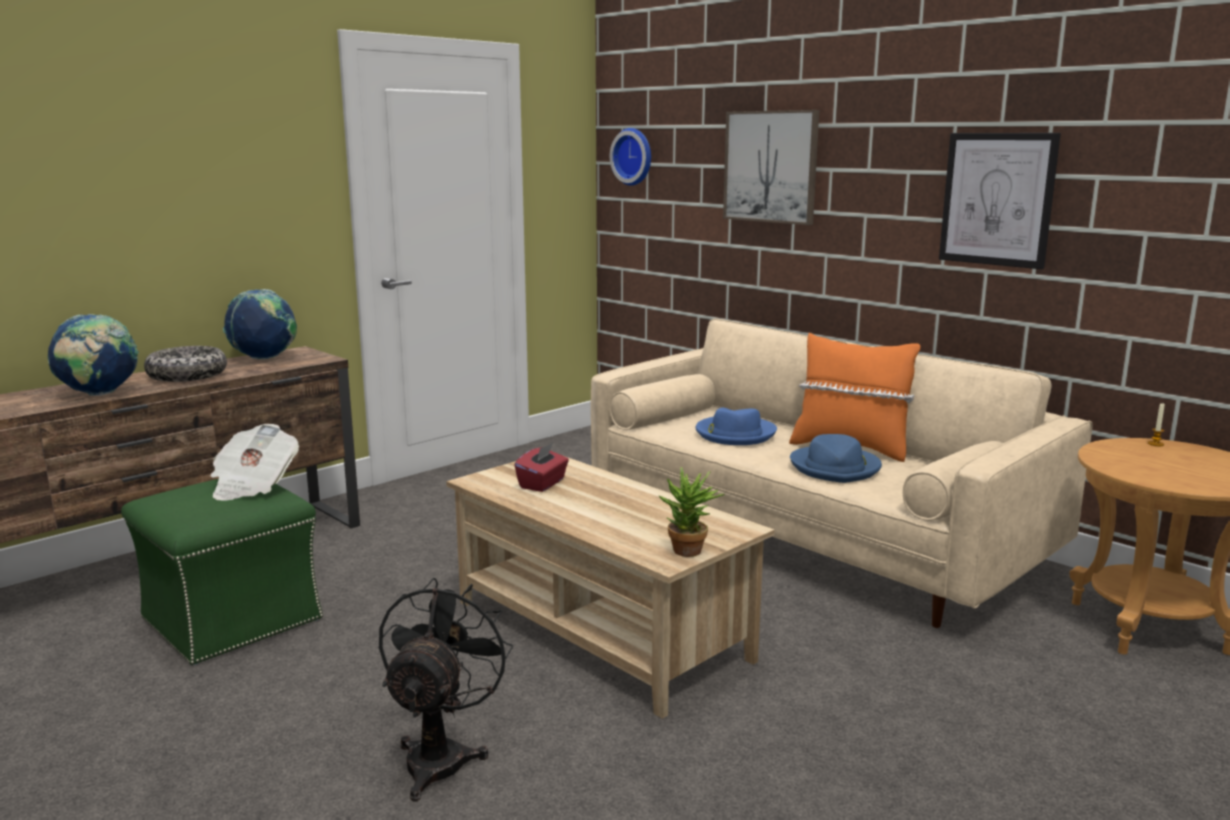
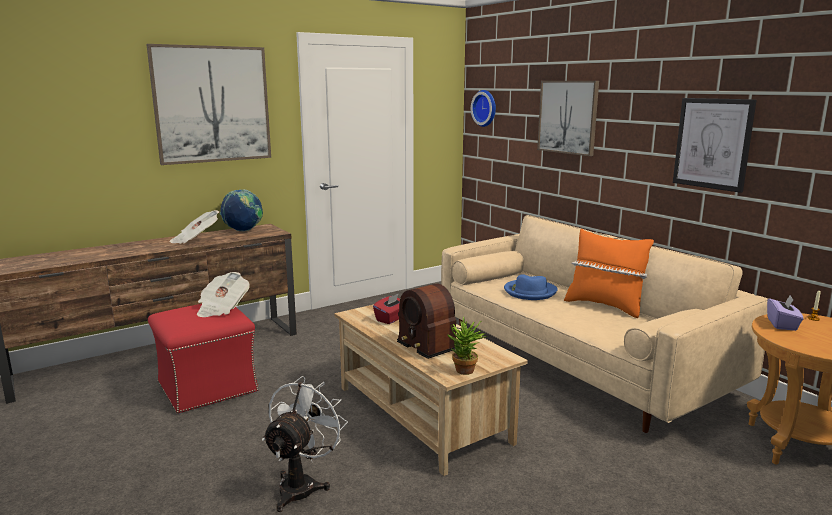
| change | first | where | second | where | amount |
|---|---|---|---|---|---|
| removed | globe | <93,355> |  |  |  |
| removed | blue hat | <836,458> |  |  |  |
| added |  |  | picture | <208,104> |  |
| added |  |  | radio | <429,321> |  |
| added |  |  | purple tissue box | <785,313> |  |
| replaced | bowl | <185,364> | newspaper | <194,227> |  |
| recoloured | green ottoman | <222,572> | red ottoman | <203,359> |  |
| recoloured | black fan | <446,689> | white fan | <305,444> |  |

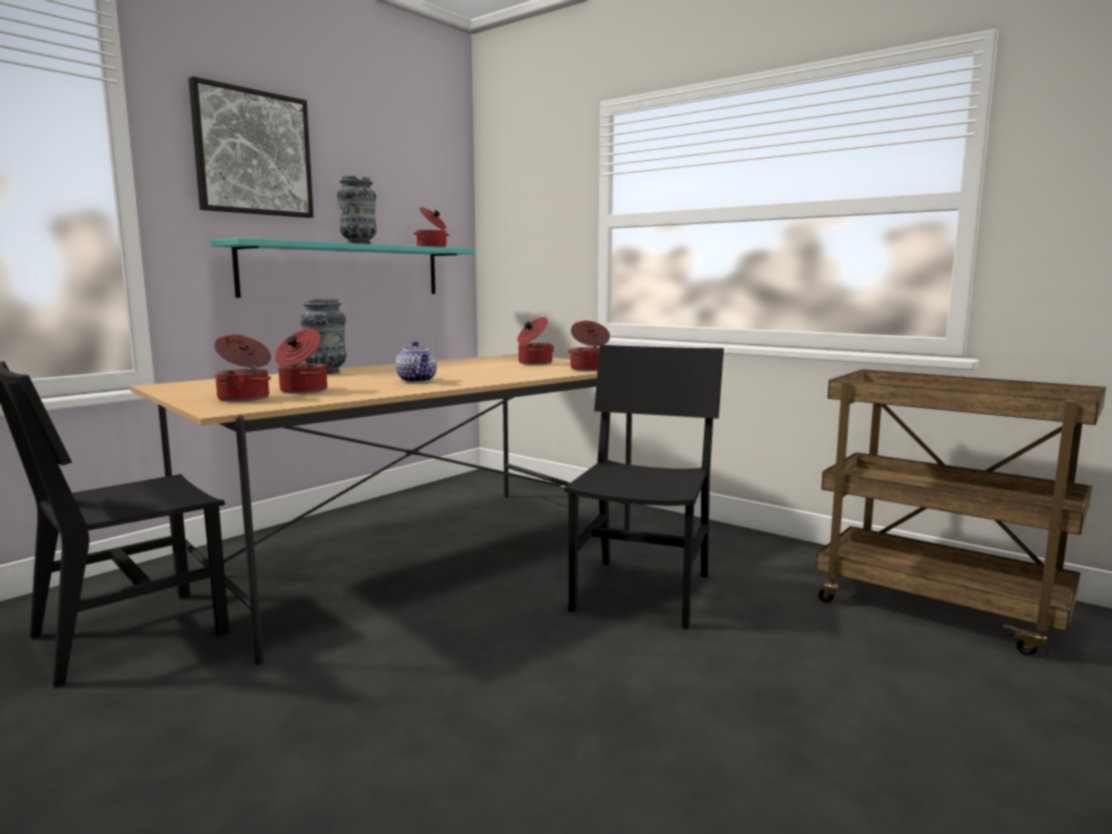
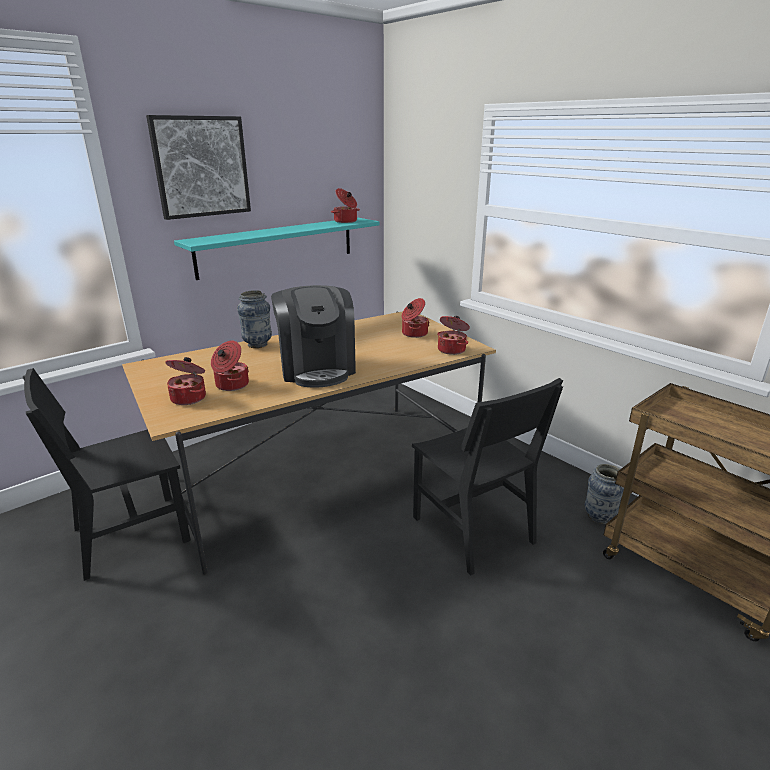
| change | first | where | second | where | amount |
|---|---|---|---|---|---|
| moved | vase | <357,210> |  | <604,494> |  |
| replaced | teapot | <416,362> | coffee machine | <313,336> |  |
| turned | black chair | <644,487> |  | <487,477> | 120 degrees clockwise |

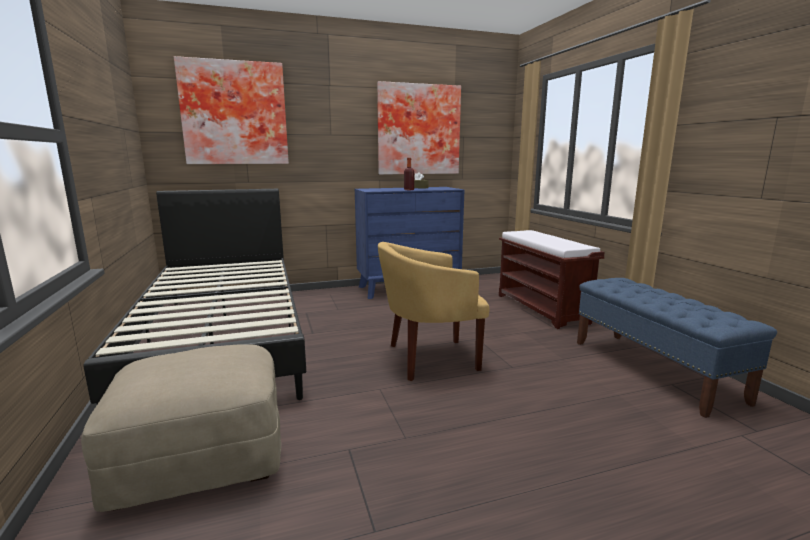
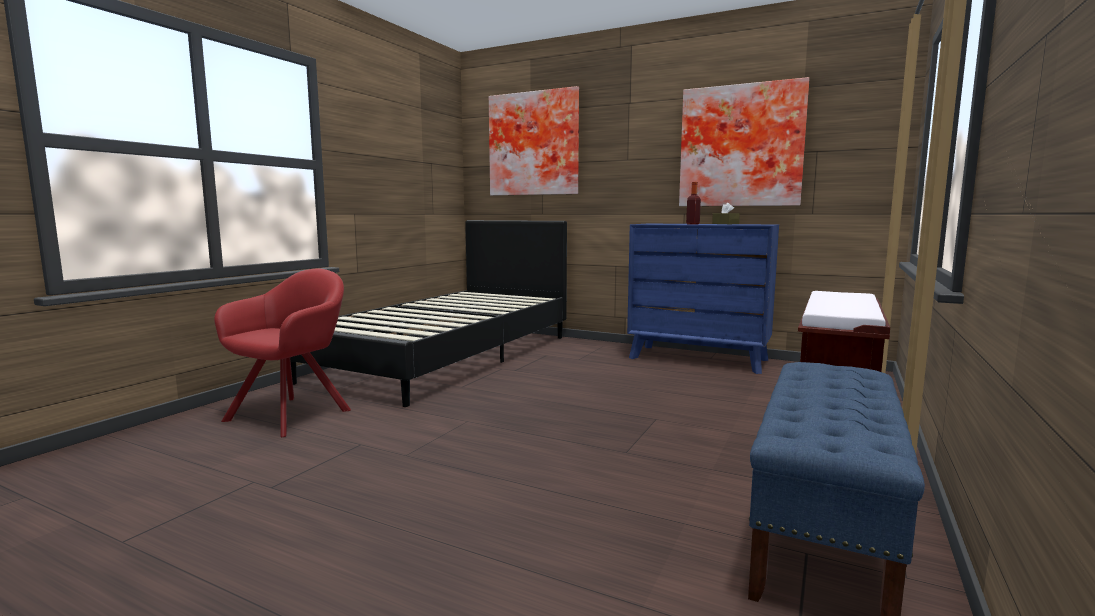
| change | first | where | second | where | amount |
|---|---|---|---|---|---|
| removed | yellow armchair | <434,311> |  |  |  |
| replaced | beige ottoman | <181,428> | red armchair | <282,353> |  |

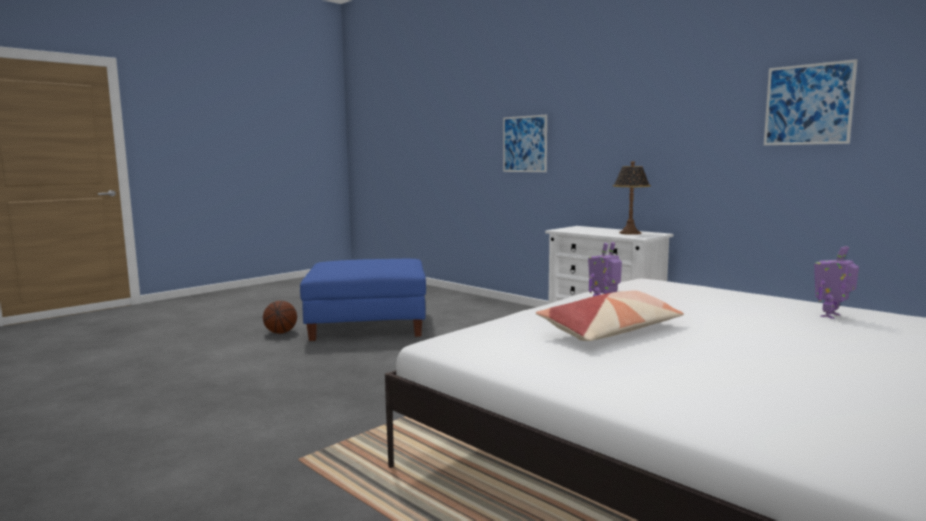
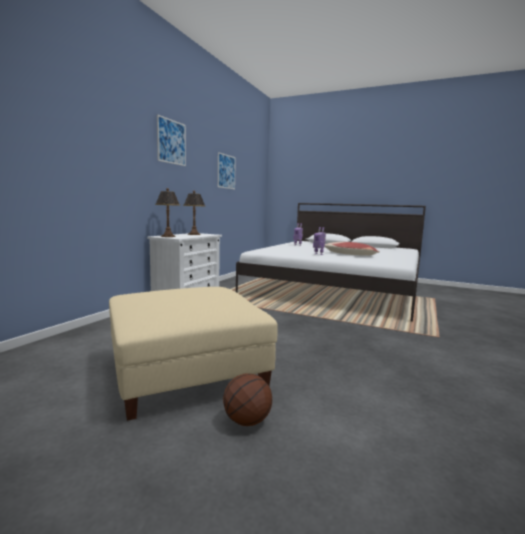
| change | first | where | second | where | amount |
|---|---|---|---|---|---|
| added |  |  | table lamp | <167,212> |  |
| moved | picture | <525,143> |  | <171,140> |  |
| recoloured | blue ottoman | <363,300> | beige ottoman | <193,354> |  |

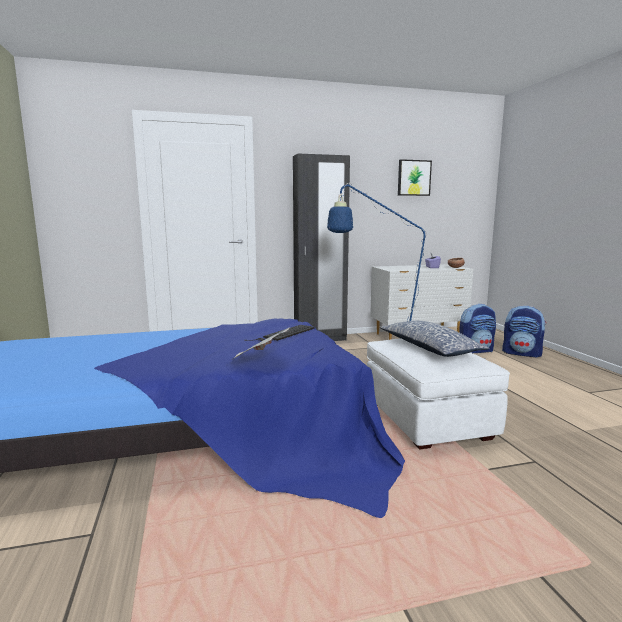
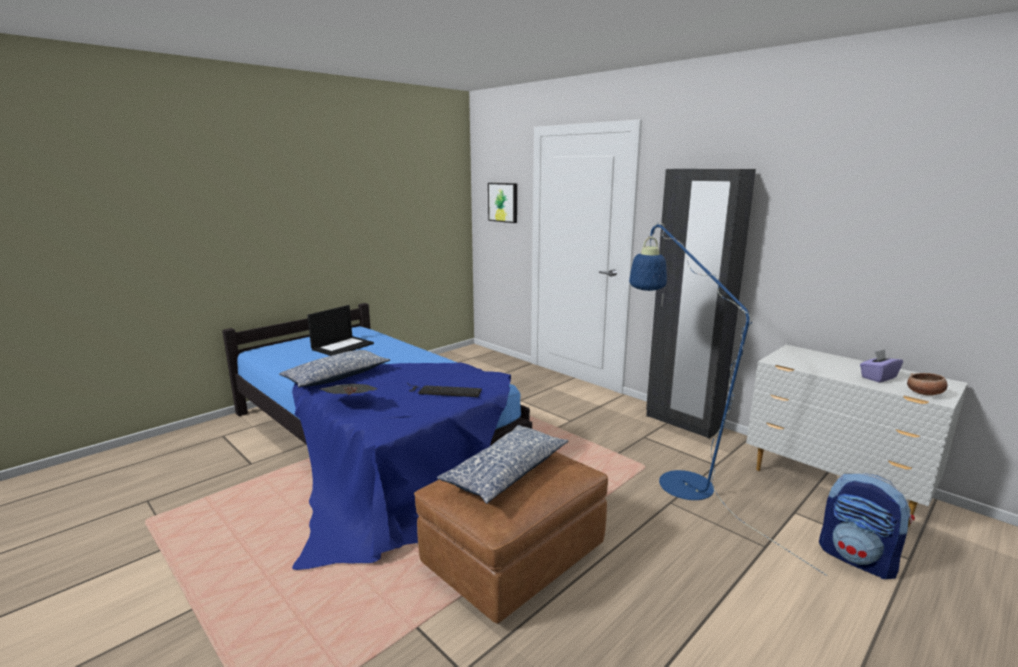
| change | first | where | second | where | amount |
|---|---|---|---|---|---|
| removed | backpack | <524,331> |  |  |  |
| added |  |  | pillow | <334,369> |  |
| added |  |  | laptop | <340,330> |  |
| moved | picture | <415,177> |  | <502,203> |  |
| recoloured | white ottoman | <438,394> | brown ottoman | <511,537> |  |

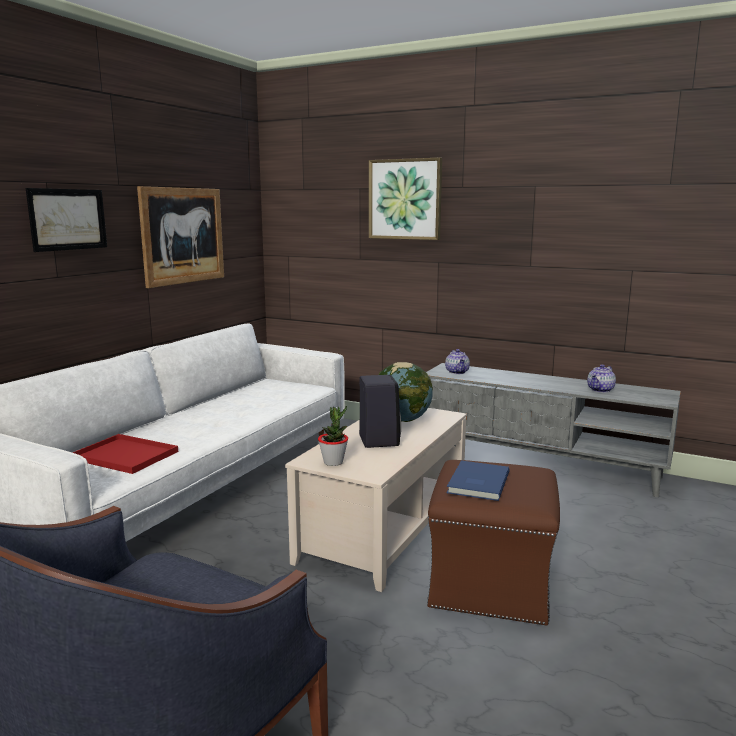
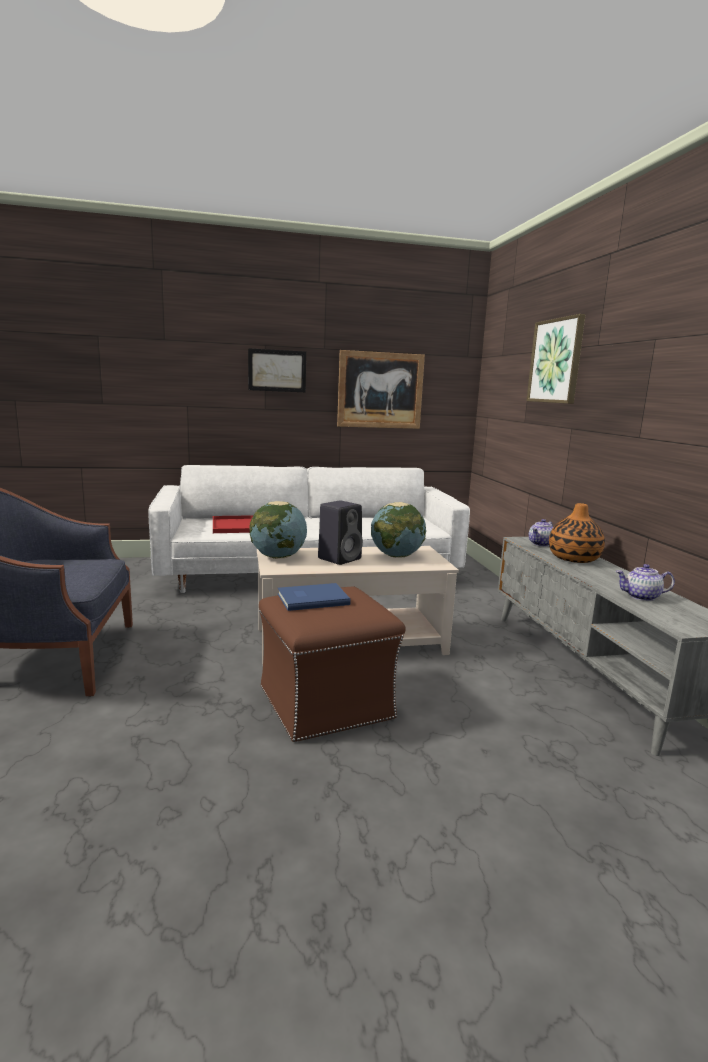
| change | first | where | second | where | amount |
|---|---|---|---|---|---|
| added |  |  | vase | <577,533> |  |
| replaced | potted plant | <333,436> | globe | <278,530> |  |

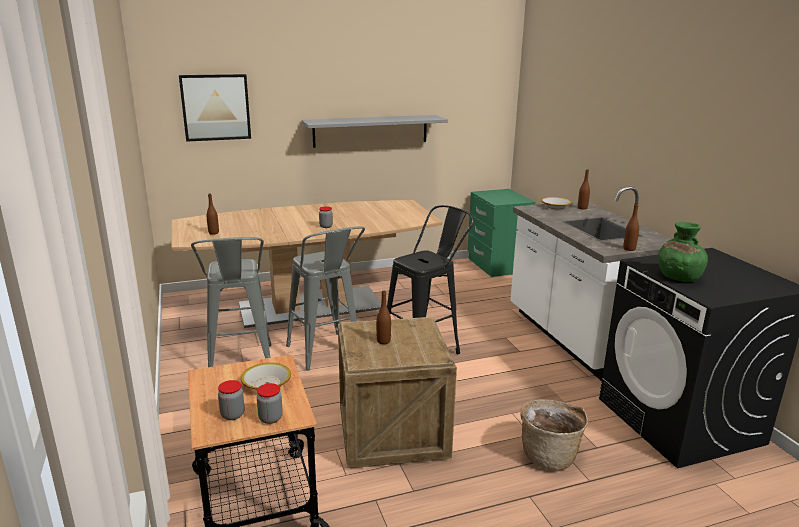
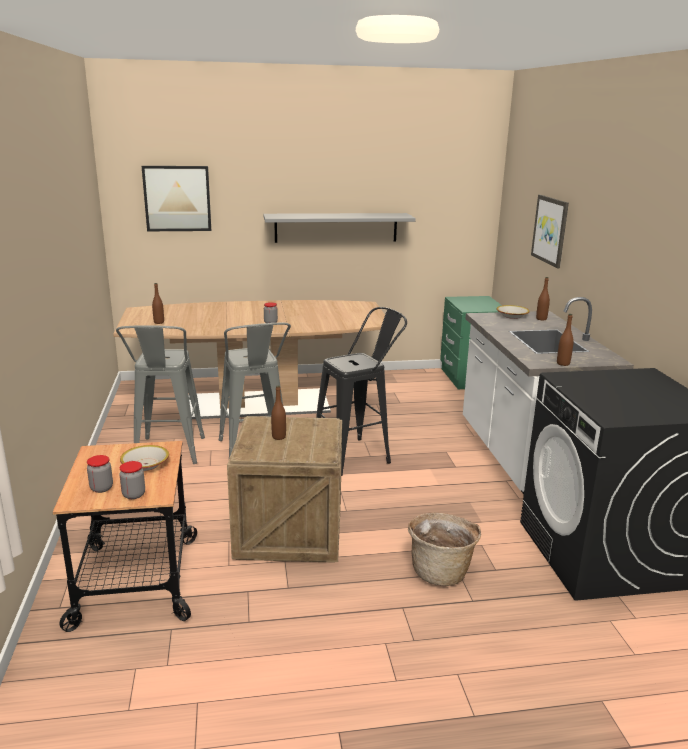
| change | first | where | second | where | amount |
|---|---|---|---|---|---|
| removed | green vase | <683,252> |  |  |  |
| added |  |  | picture | <550,231> |  |

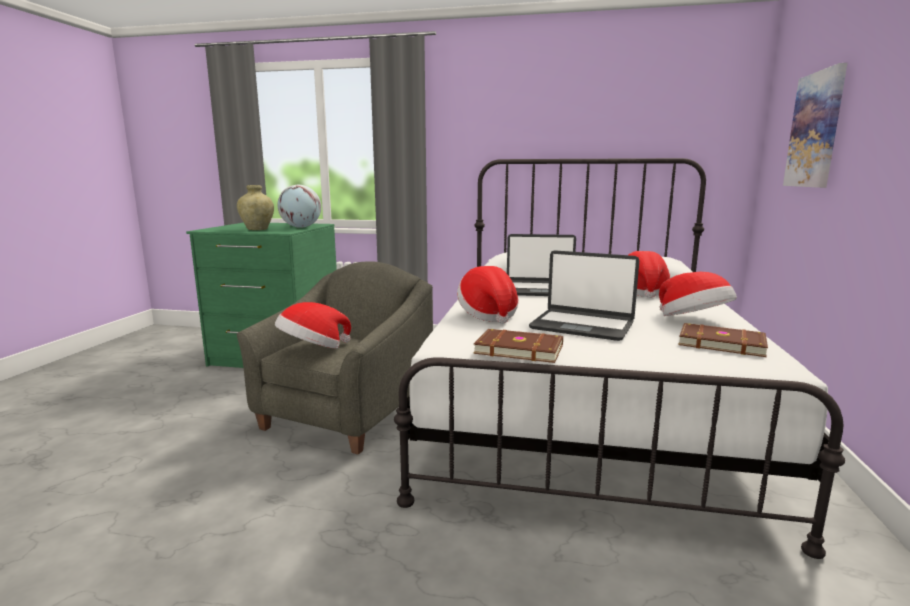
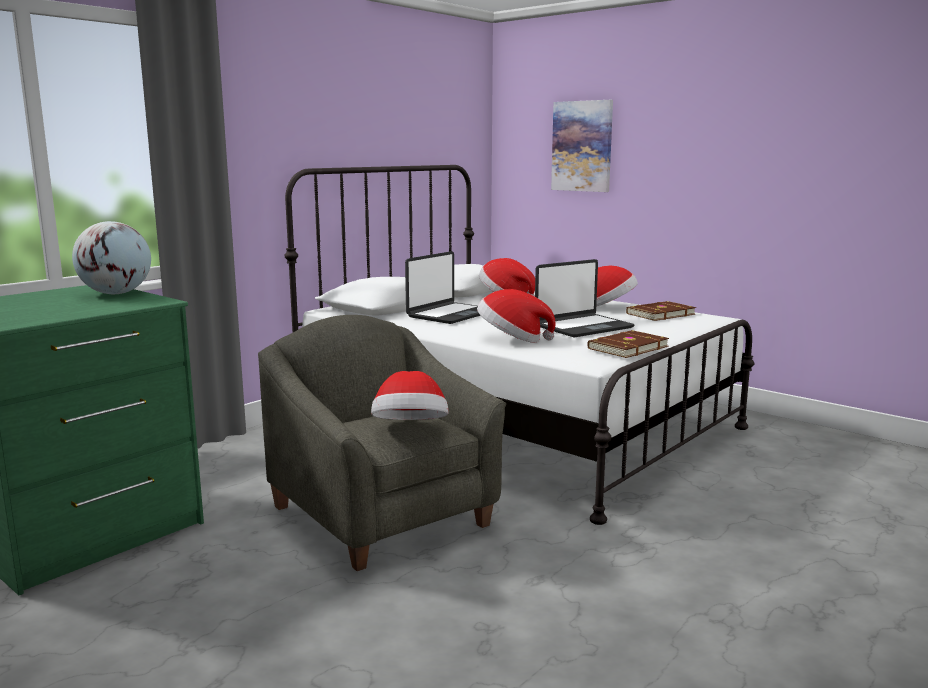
| change | first | where | second | where | amount |
|---|---|---|---|---|---|
| removed | beige vase | <255,207> |  |  |  |

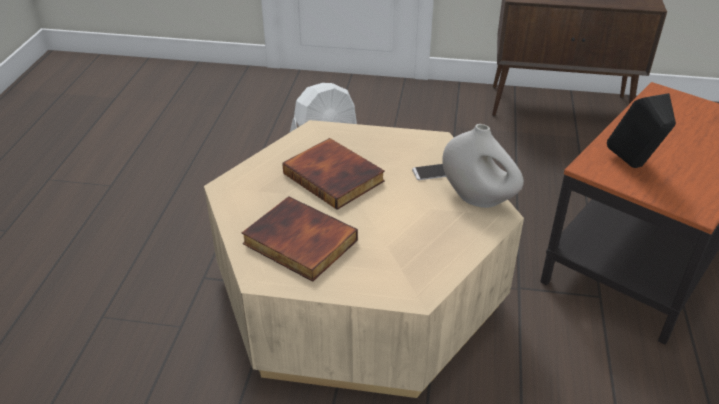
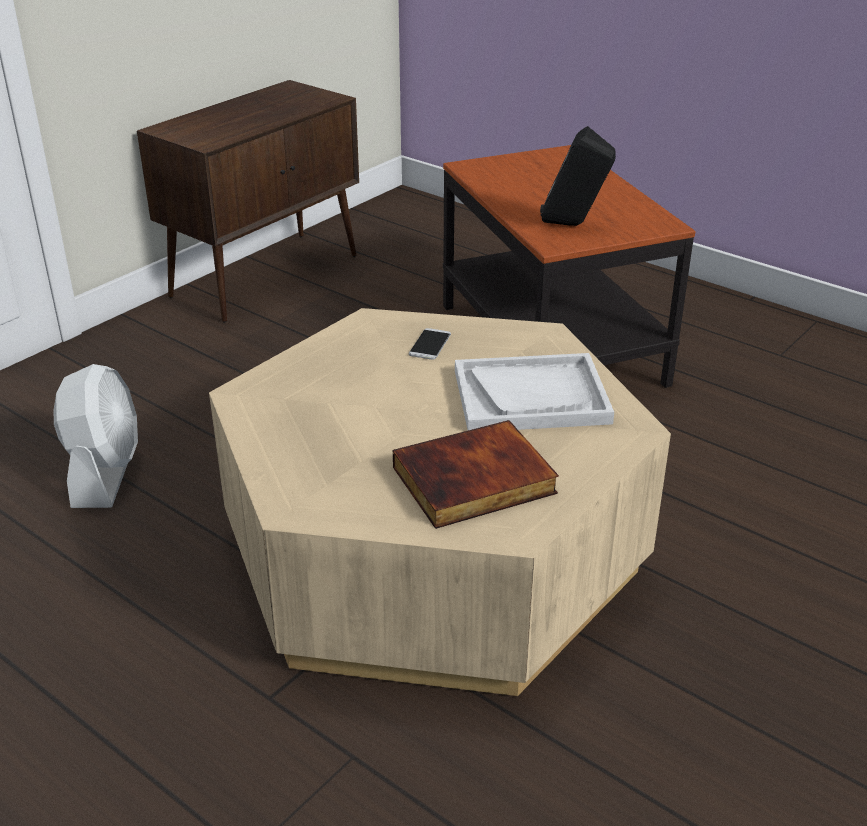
| change | first | where | second | where | amount |
|---|---|---|---|---|---|
| removed | book | <333,174> |  |  |  |
| removed | white vase | <483,166> |  |  |  |
| added |  |  | white tray | <534,391> |  |

